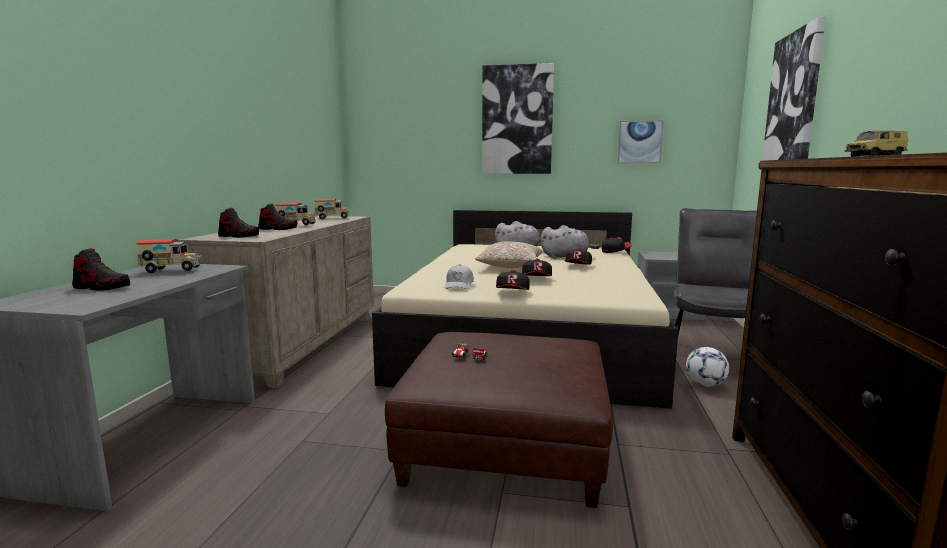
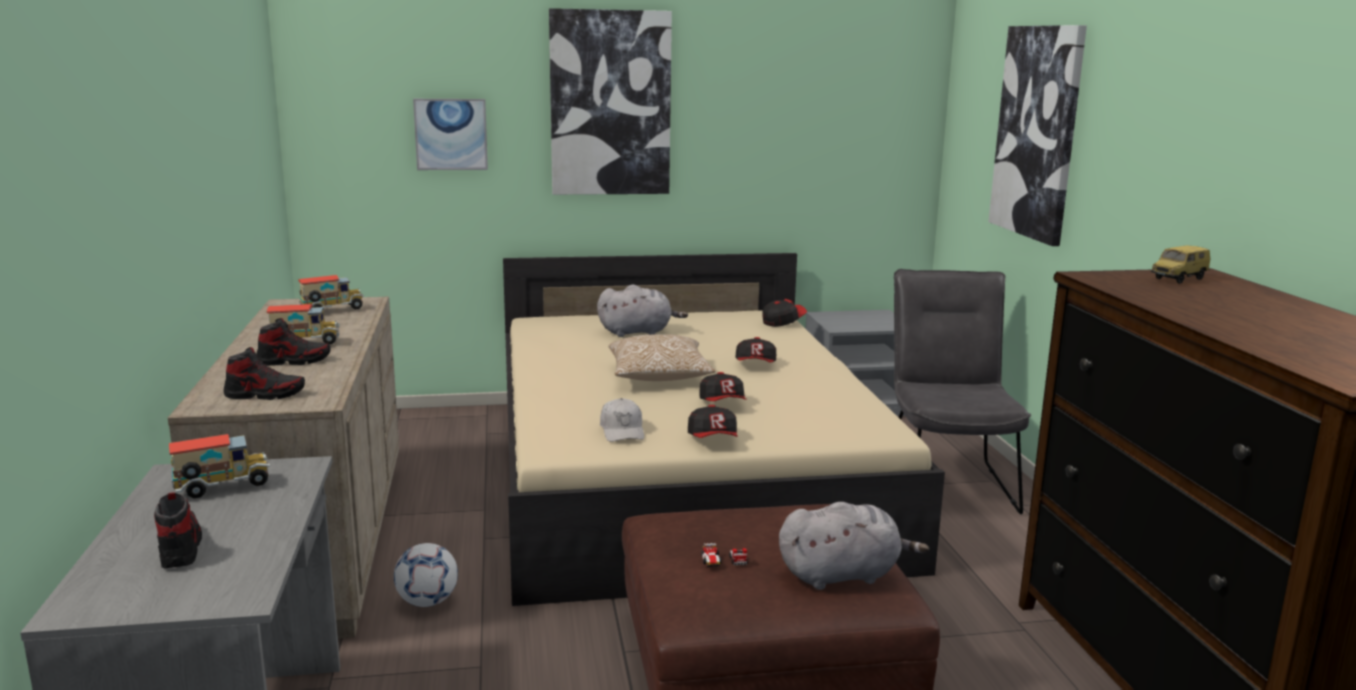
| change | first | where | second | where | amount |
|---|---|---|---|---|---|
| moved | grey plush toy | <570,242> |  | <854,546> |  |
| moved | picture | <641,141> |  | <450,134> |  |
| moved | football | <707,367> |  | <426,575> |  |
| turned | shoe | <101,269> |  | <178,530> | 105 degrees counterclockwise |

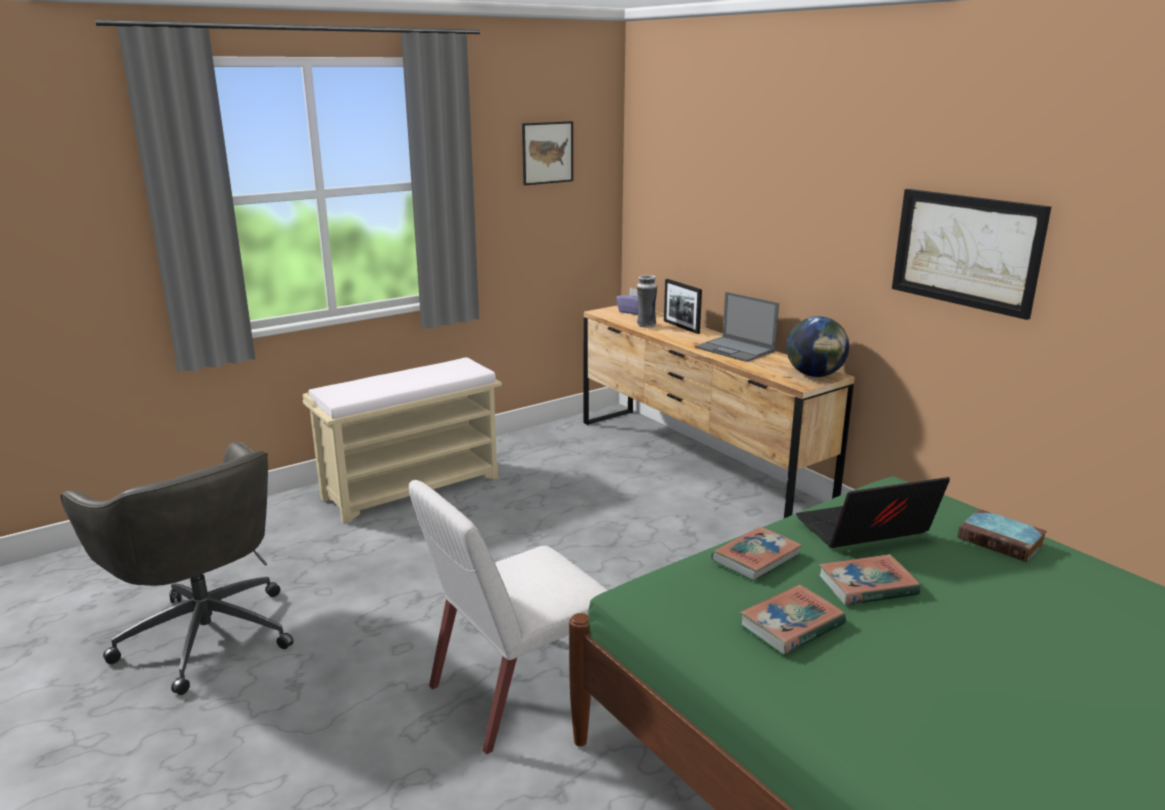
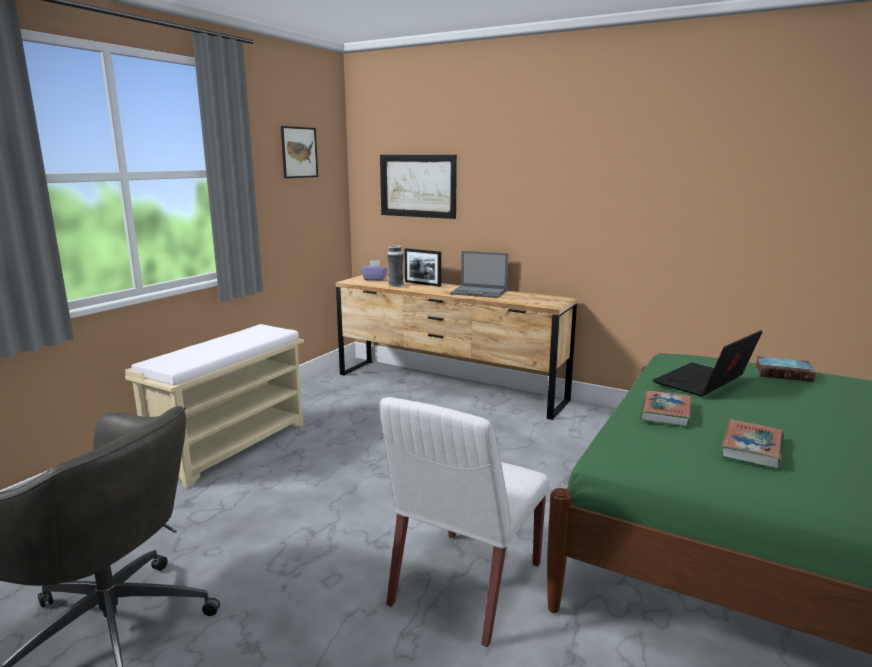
| change | first | where | second | where | amount |
|---|---|---|---|---|---|
| removed | globe | <817,346> |  |  |  |
| removed | book | <869,579> |  |  |  |
| moved | picture | <971,254> |  | <418,187> |  |

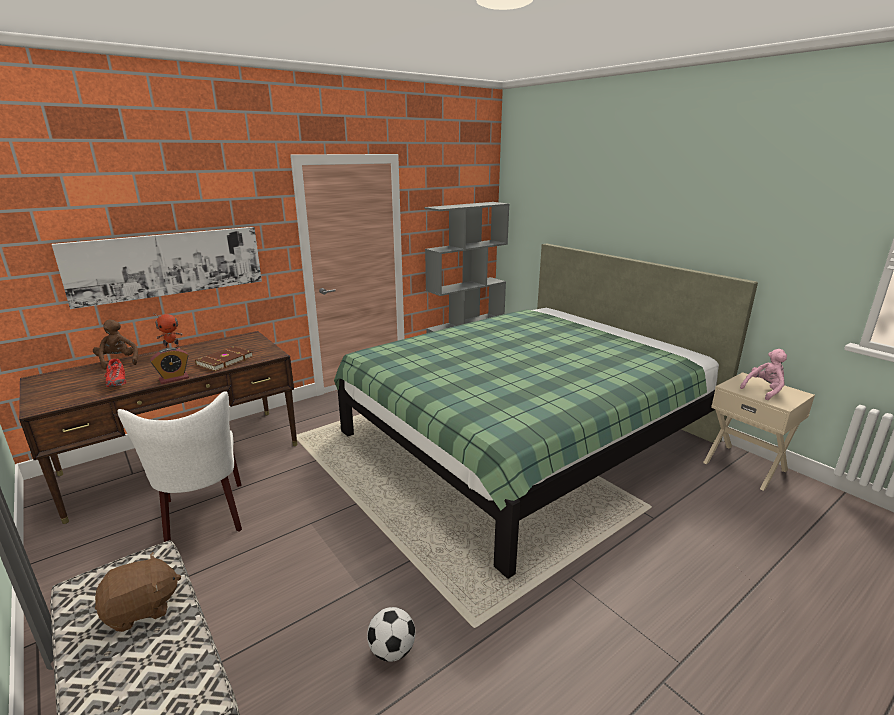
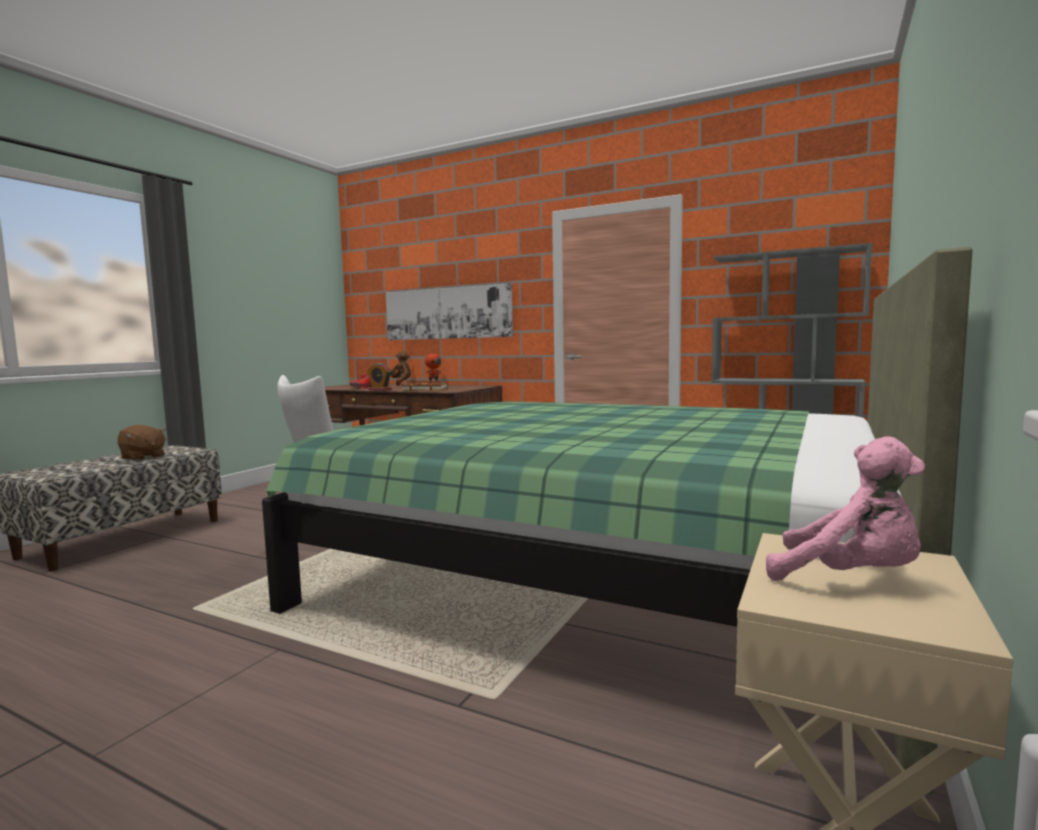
| change | first | where | second | where | amount |
|---|---|---|---|---|---|
| removed | football | <391,634> |  |  |  |

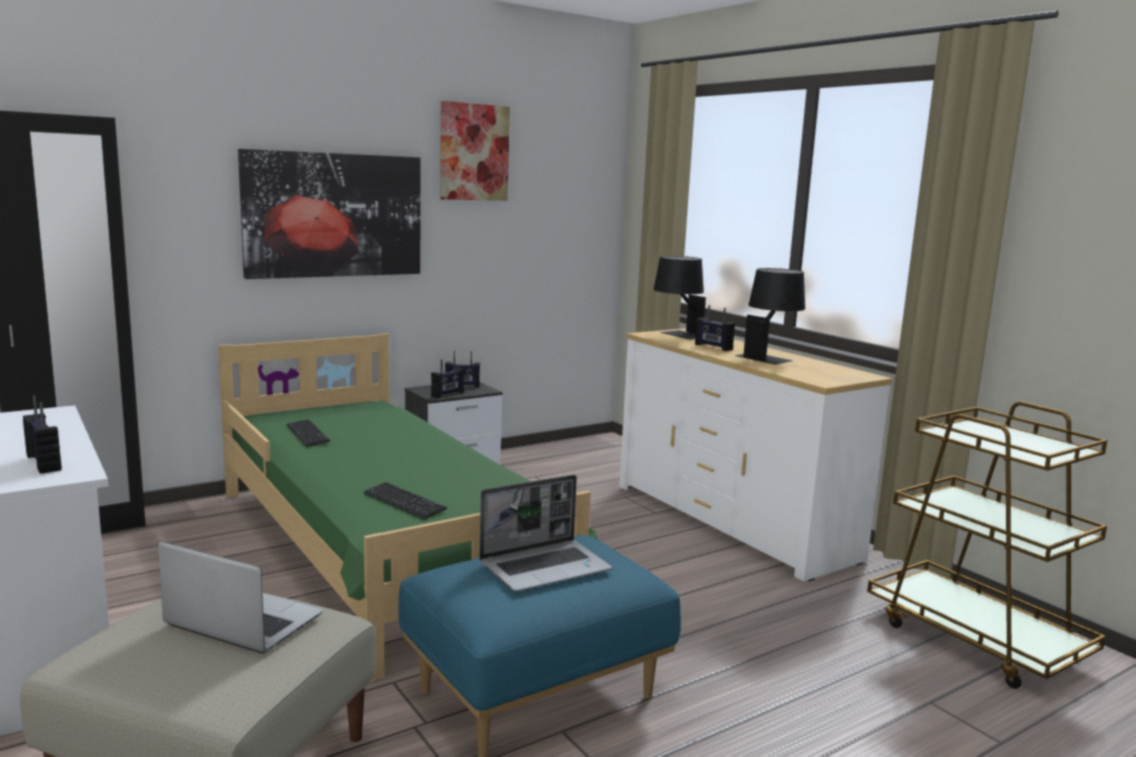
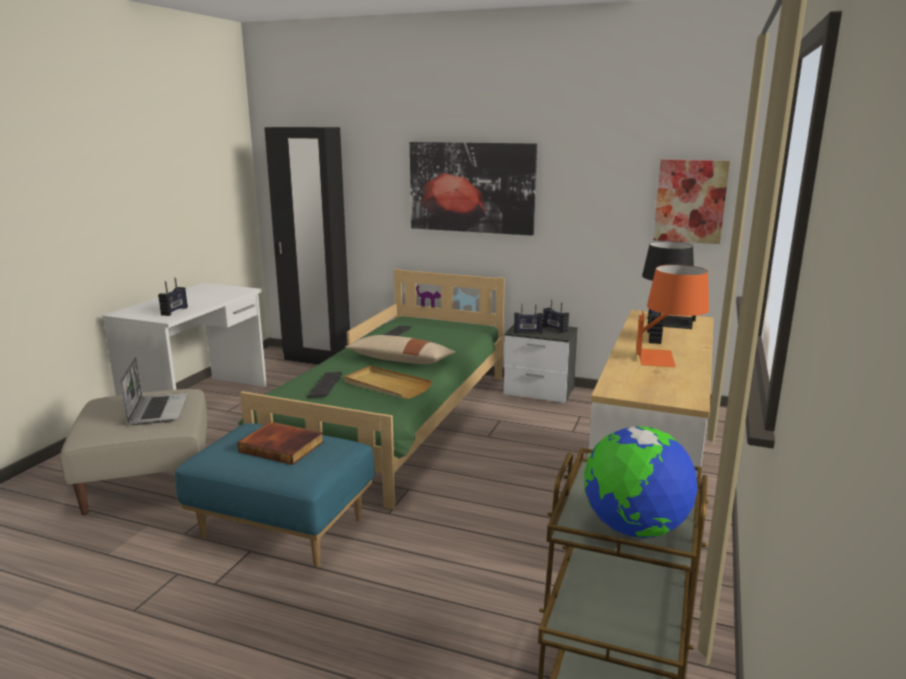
| change | first | where | second | where | amount |
|---|---|---|---|---|---|
| added |  |  | beige tray | <388,382> |  |
| added |  |  | beige pillow | <400,349> |  |
| added |  |  | globe | <641,482> |  |
| moved | picture | <475,151> |  | <691,201> |  |
| replaced | laptop | <545,533> | book | <280,443> |  |
| recoloured | black table lamp | <770,316> | orange table lamp | <672,316> |  |

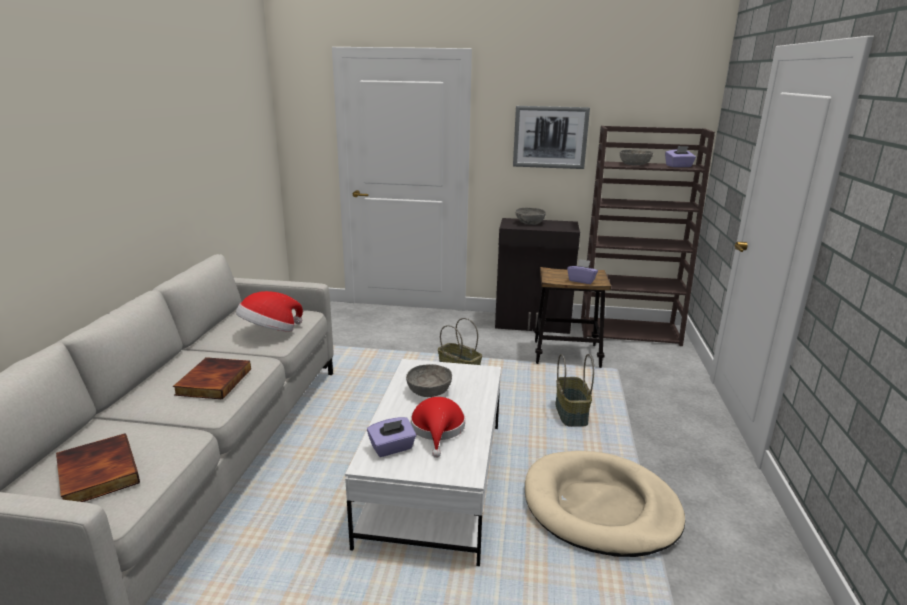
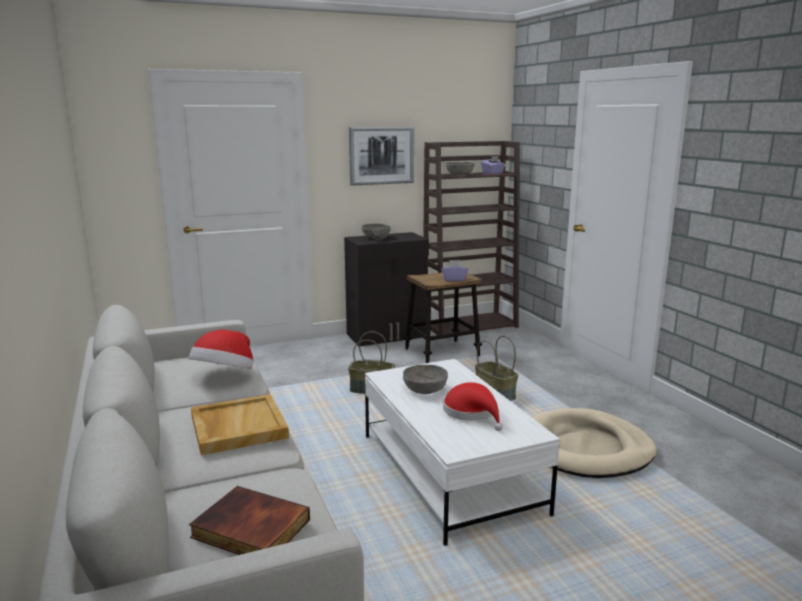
| change | first | where | second | where | amount |
|---|---|---|---|---|---|
| removed | purple tissue box | <391,437> |  |  |  |
| replaced | book | <212,378> | beige tray | <240,424> |  |

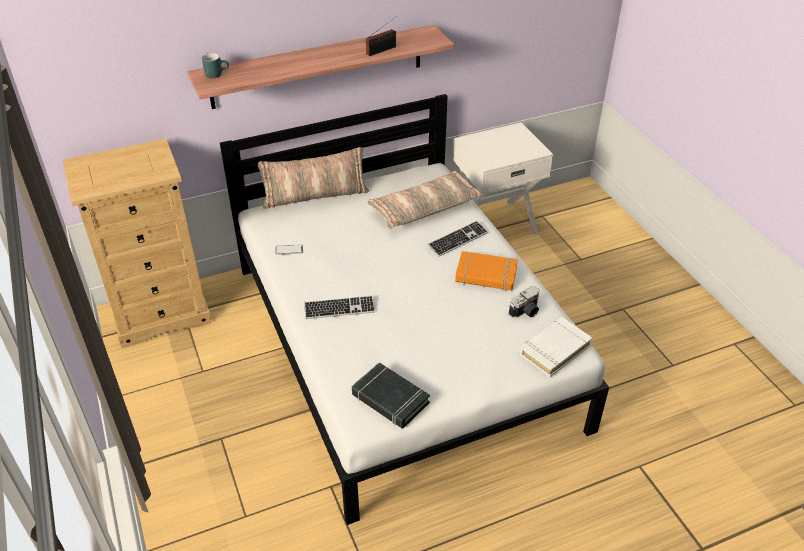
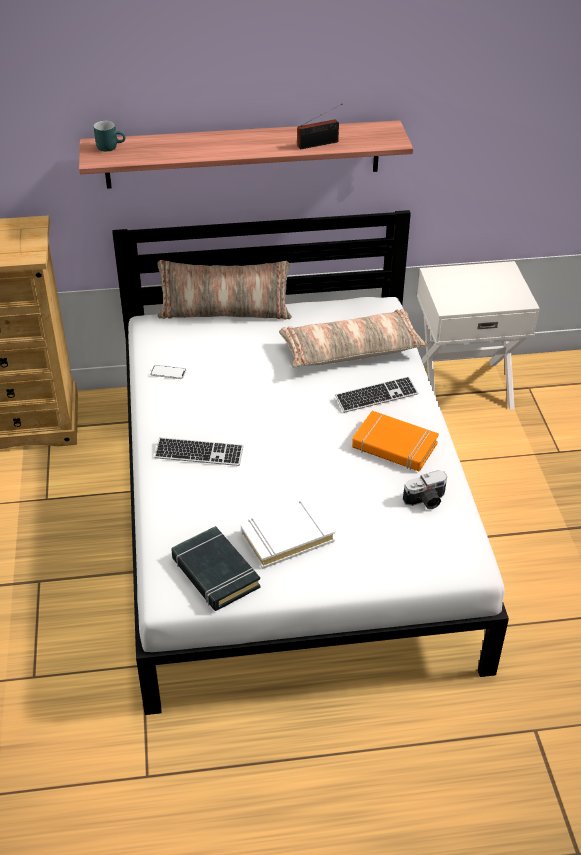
| change | first | where | second | where | amount |
|---|---|---|---|---|---|
| moved | white book | <556,347> |  | <288,534> |  |

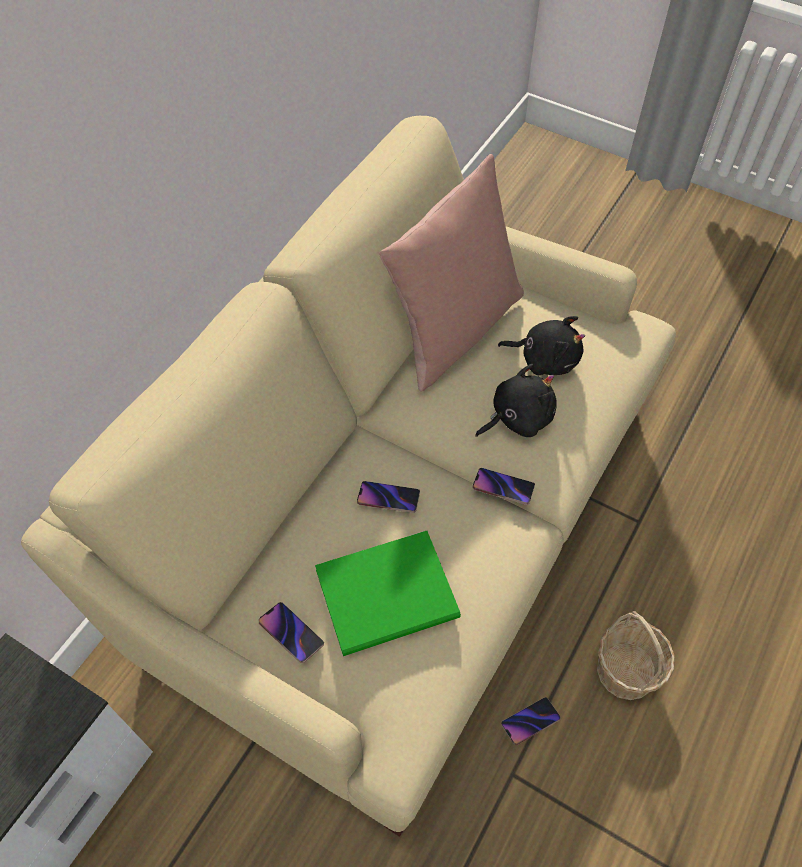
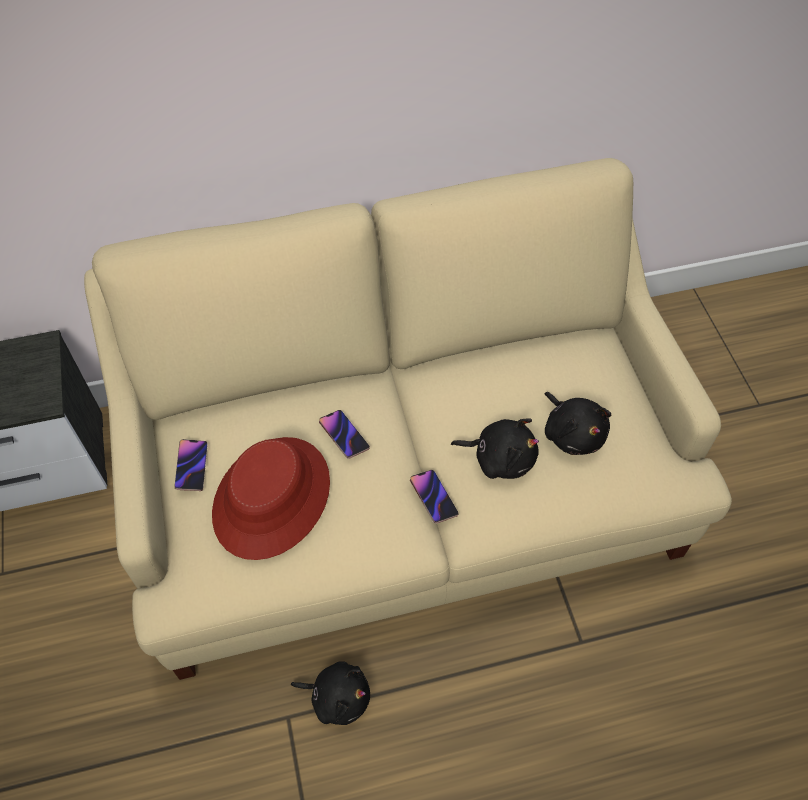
| change | first | where | second | where | amount |
|---|---|---|---|---|---|
| removed | pink pillow | <451,273> |  |  |  |
| removed | basket | <636,655> |  |  |  |
| replaced | green book | <388,593> | red hat | <271,498> |  |
| replaced | phone | <531,721> | black plush toy | <330,693> |  |

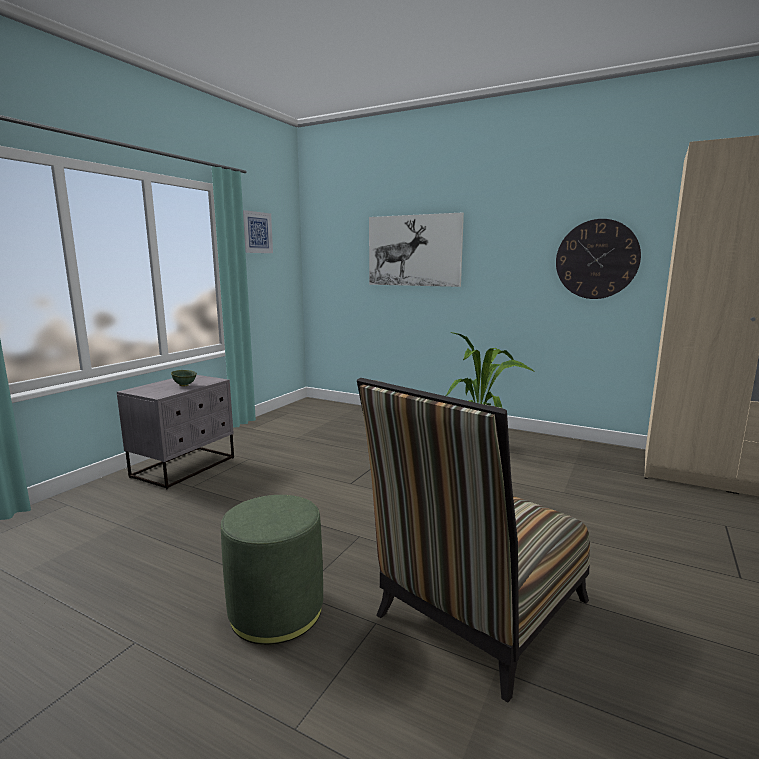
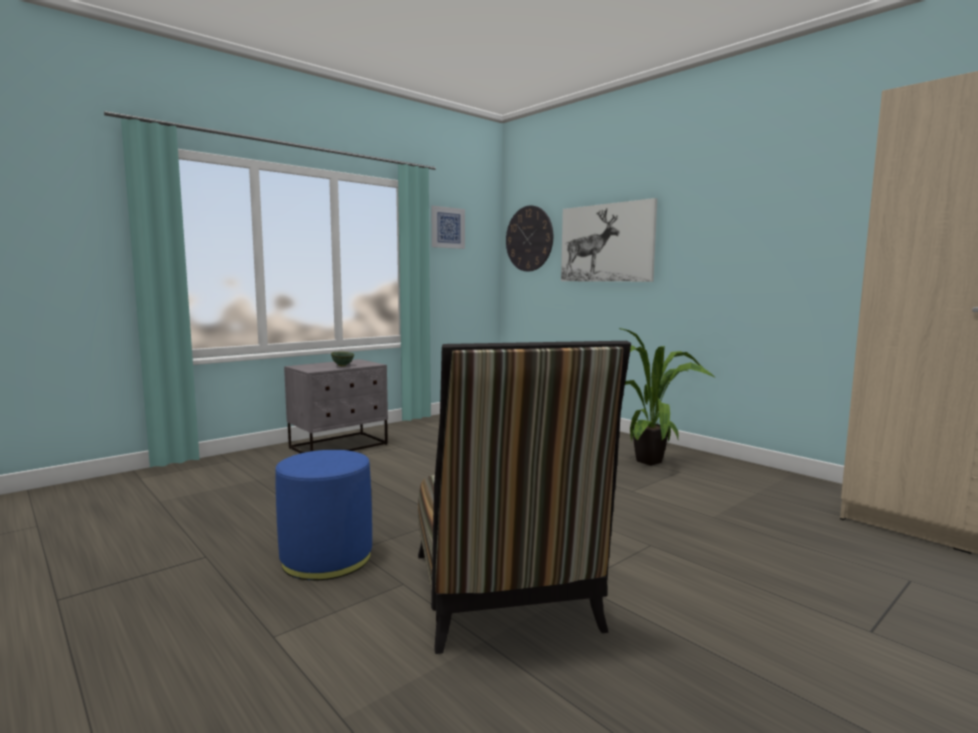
| change | first | where | second | where | amount |
|---|---|---|---|---|---|
| moved | wall clock | <598,259> |  | <529,238> |  |
| recoloured | green ottoman | <272,570> | blue ottoman | <323,515> |  |
| turned | chair | <473,540> |  | <524,497> | 75 degrees counterclockwise |

